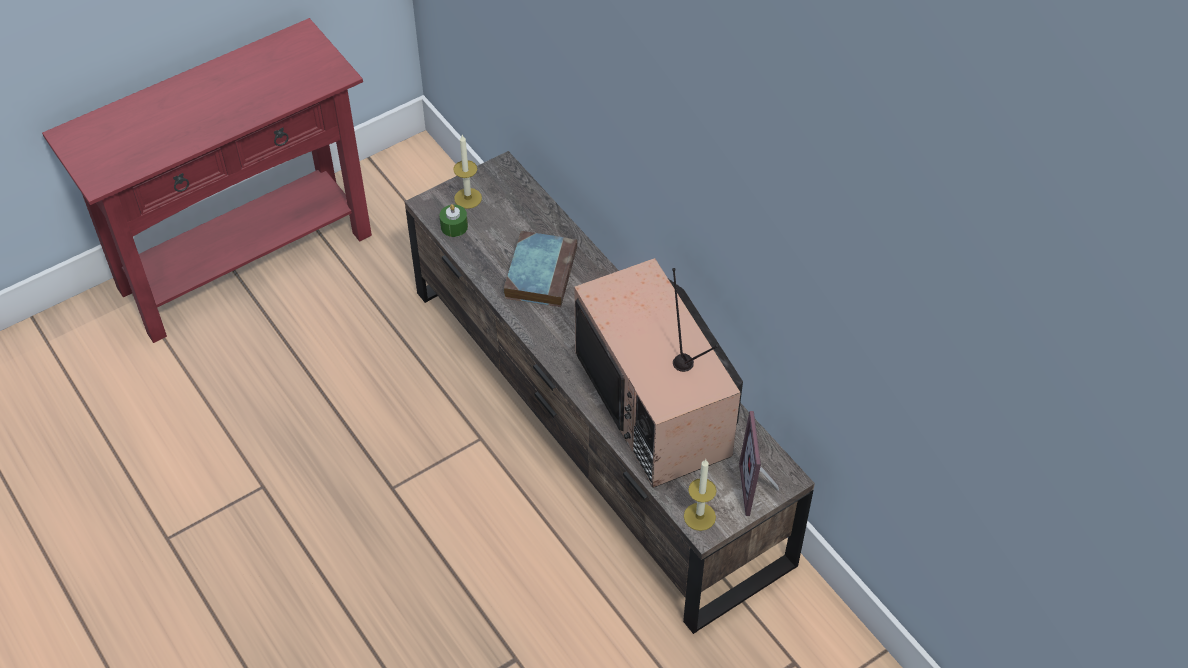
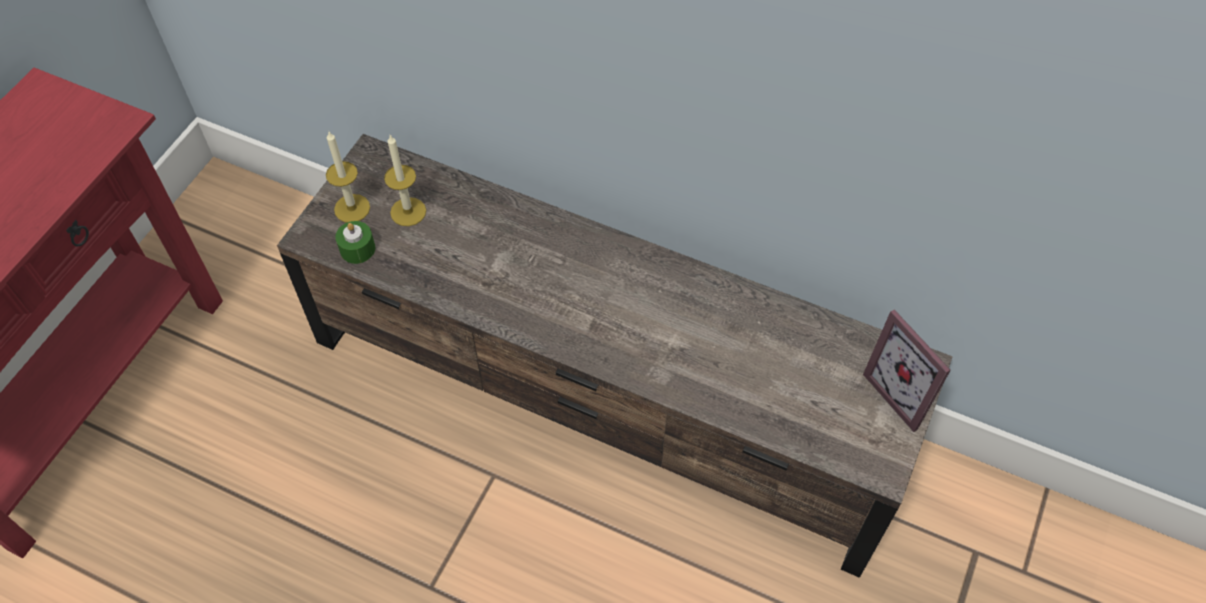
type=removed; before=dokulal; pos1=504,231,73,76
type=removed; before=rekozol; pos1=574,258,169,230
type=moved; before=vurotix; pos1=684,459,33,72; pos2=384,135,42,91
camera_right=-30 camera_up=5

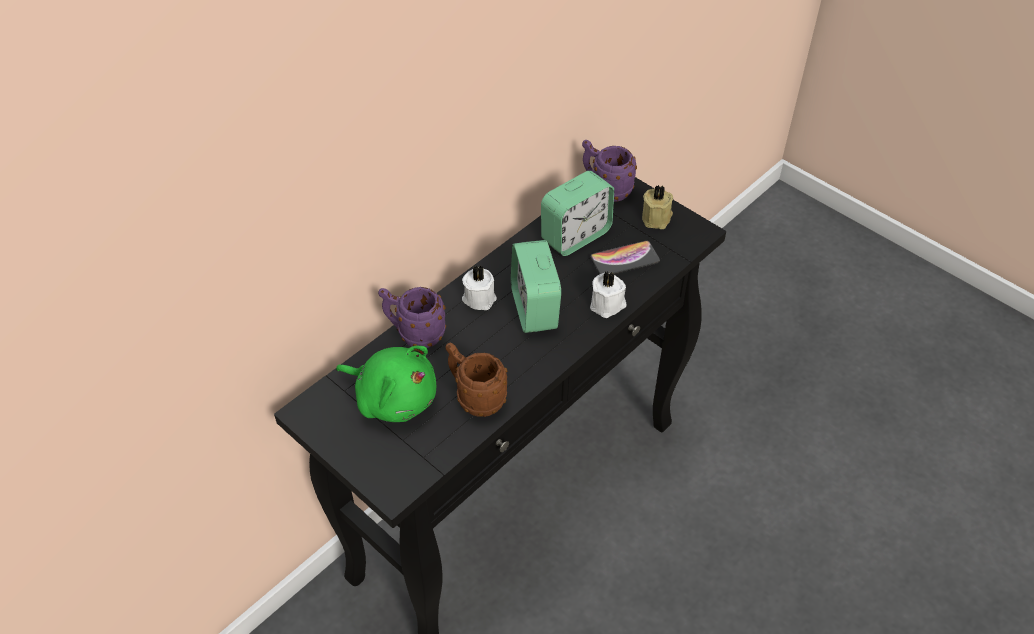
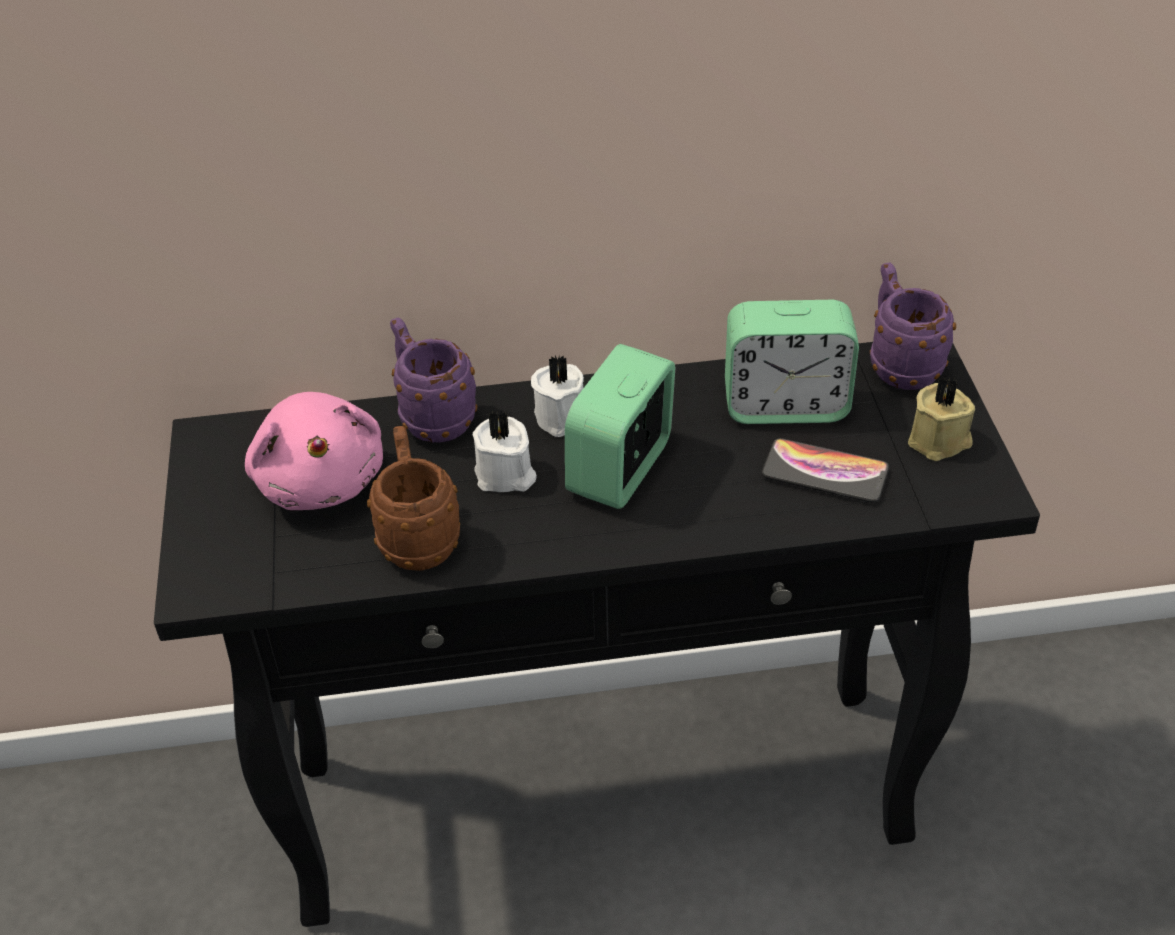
type=recoloured; before=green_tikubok; after=pink_tikubok; pos1=336,346,100,76; pos2=245,392,138,118
type=moved; before=white_vurotix; pos1=590,271,36,47; pos2=473,410,64,82
camera_right=40 camera_up=-5

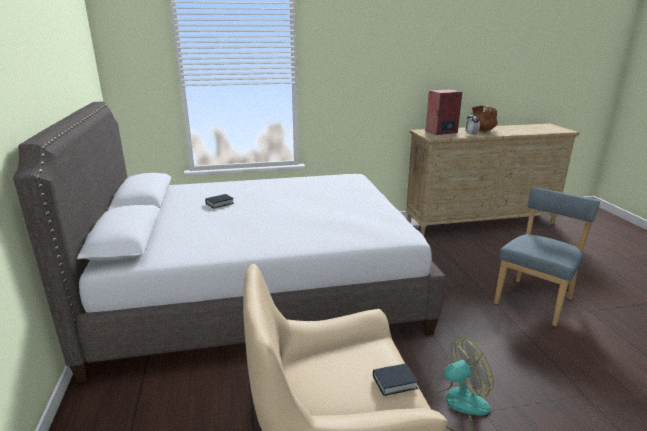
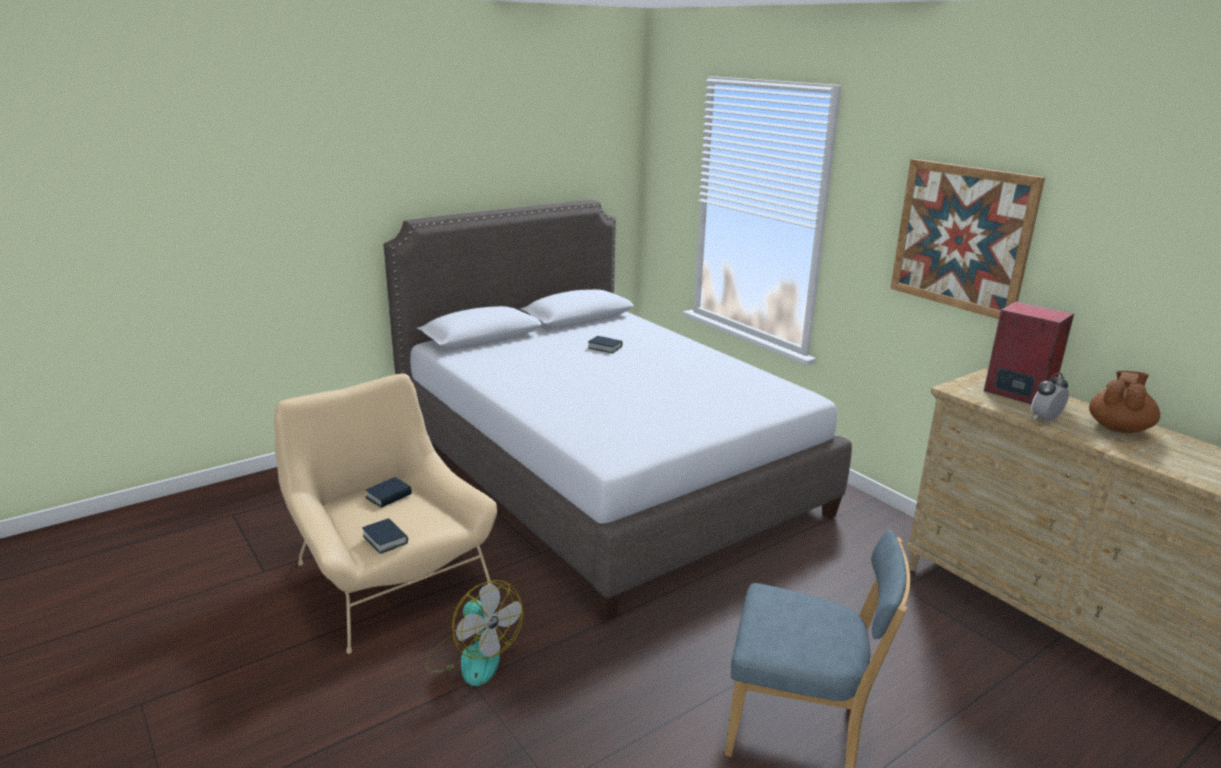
type=added; after=dokulal; pos2=365,477,47,31
type=added; after=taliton; pos2=890,159,155,160
camera_right=65 camera_up=0

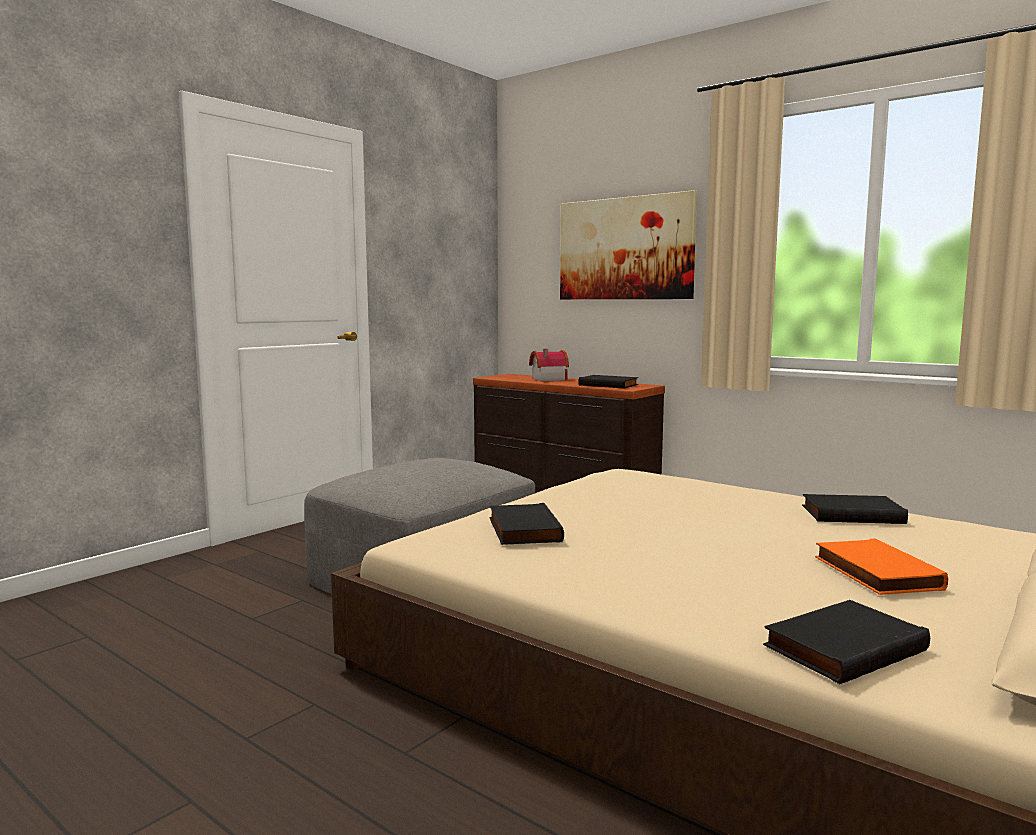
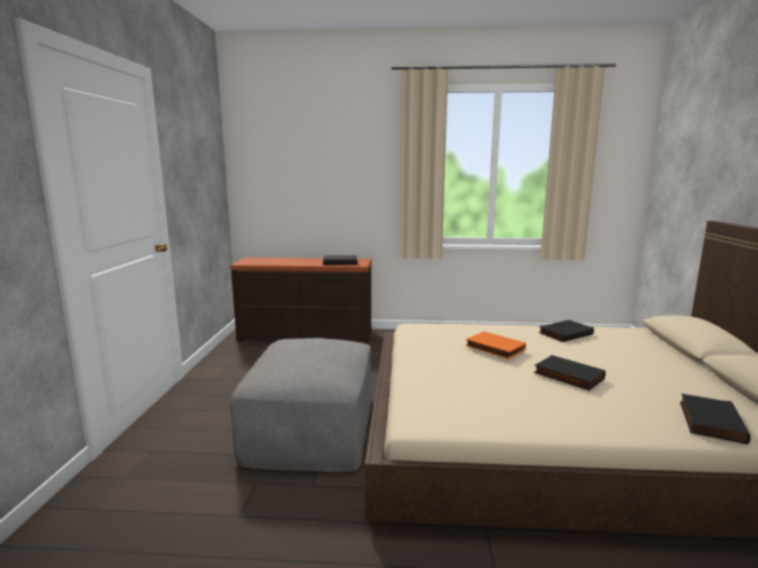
type=moved; before=black_dokulal; pos1=489,503,75,42; pos2=534,355,72,36
type=removed; before=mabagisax; pos1=529,349,40,33
type=removed; before=taliton; pos1=560,190,137,109
type=moved; before=orange_dokulal; pos1=815,538,133,57; pos2=465,331,61,28
camera_right=-35 camera_up=5

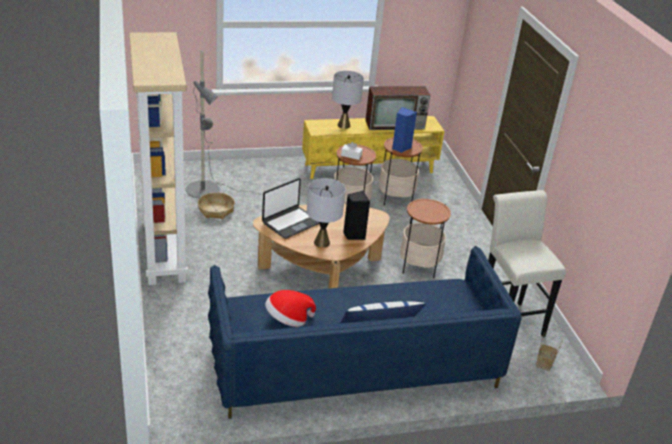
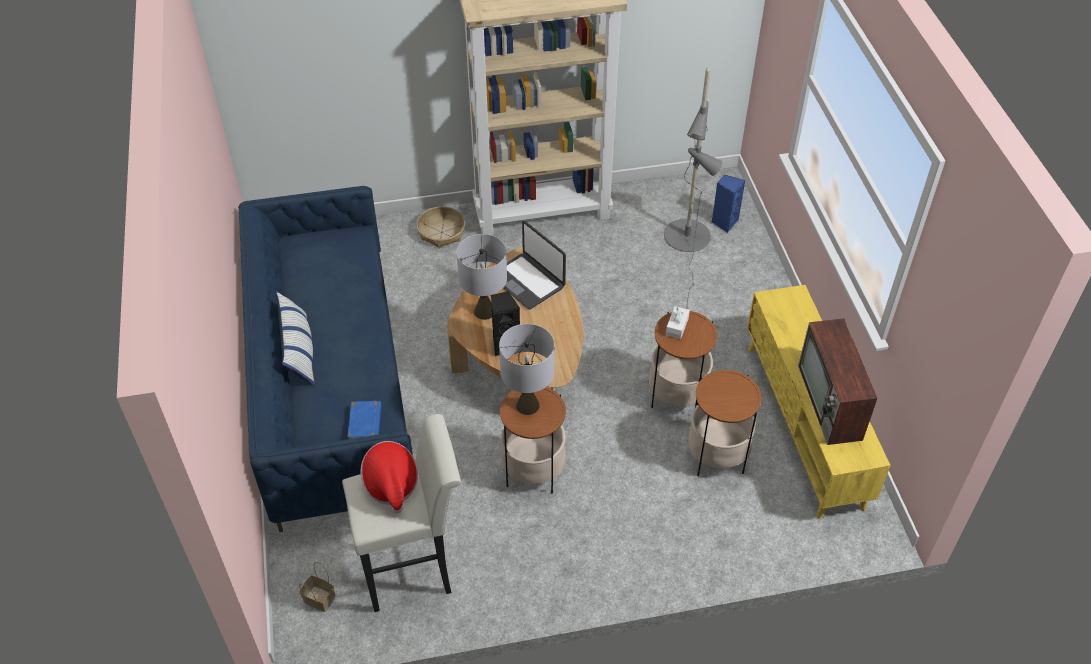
type=moved; before=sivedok; pos1=198,192,37,27; pos2=417,206,48,42
type=moved; before=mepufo; pos1=265,290,51,37; pos2=361,441,57,73
type=moved; before=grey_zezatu; pos1=332,71,32,58; pos2=499,324,55,91
type=moved; before=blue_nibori; pos1=392,107,25,46; pos2=712,175,33,58
type=added; after=blue_dokulal; pos2=347,400,34,39
camera_right=95 camera_up=15

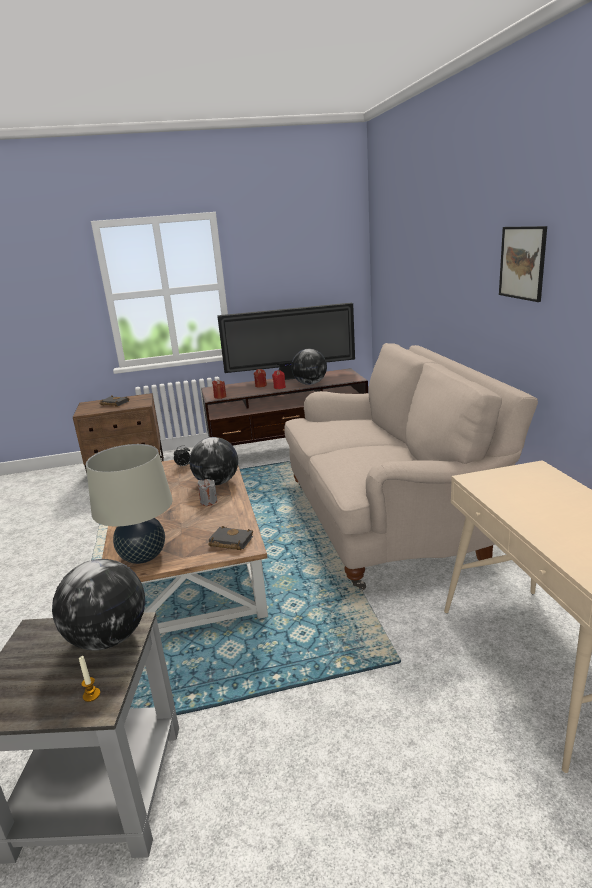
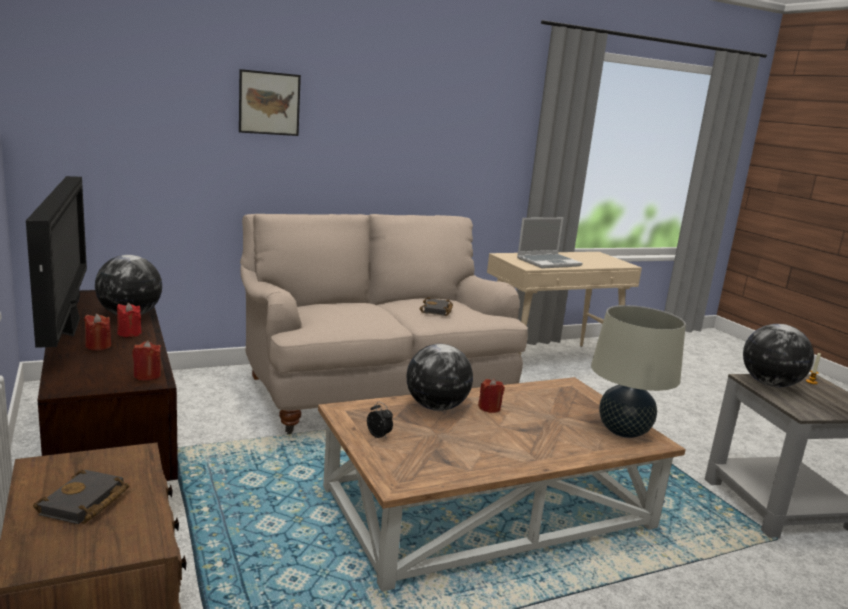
type=recoloured; before=grey_vurotix; after=red_vurotix; pos1=198,479,19,27; pos2=478,379,27,34
type=moved; before=black_dokulal; pos1=208,526,45,24; pos2=419,297,34,19
type=moved; before=taliton; pos1=499,226,48,76; pos2=239,69,62,67
type=added; after=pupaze; pos2=517,217,66,52
camera_right=-105 camera_up=-5

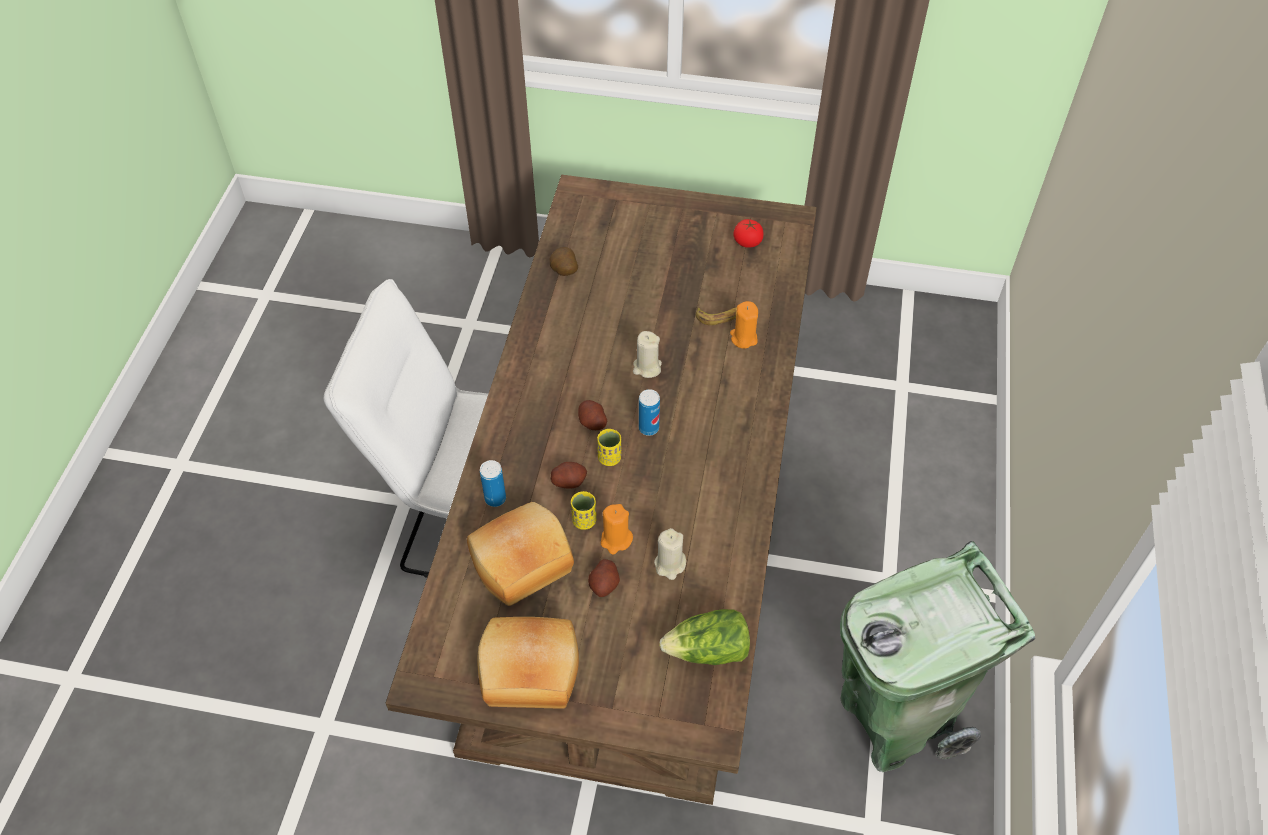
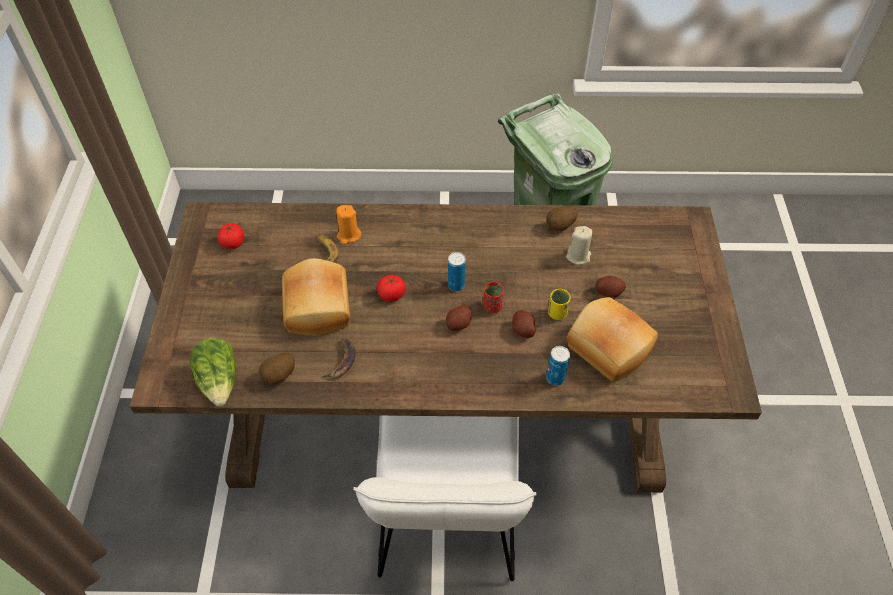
type=moved; before=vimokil; pos1=477,617,102,92; pos2=282,258,68,78
type=recoloured; before=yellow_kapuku; after=red_kapuku; pos1=597,429,24,37; pos2=483,282,21,31
type=removed; before=orange_vurotix; pos1=601,504,32,50
type=replaced; before=beige_vurotix; after=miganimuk; pos1=633,331,29,47; pos2=377,275,29,27
type=moved; before=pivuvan; pos1=659,609,91,56; pos2=189,338,47,68
type=added; after=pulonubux; pos2=321,338,35,40
type=added; after=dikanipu; pos2=546,205,32,26
camera_right=-100 camera_up=0

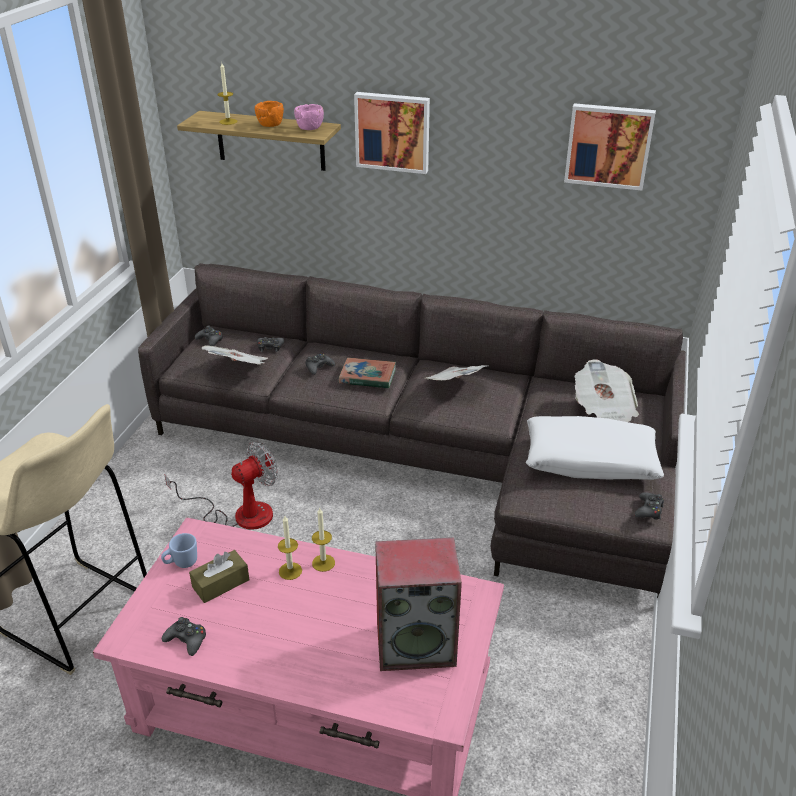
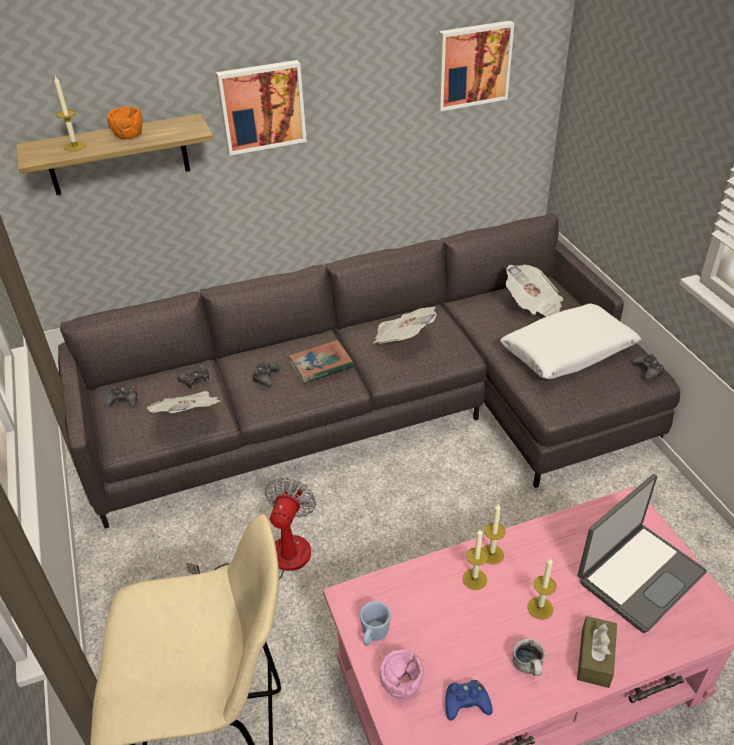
type=recoloured; before=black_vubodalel; after=blue_vubodalel; pos1=162,617,44,39; pos2=445,680,48,41
type=moved; before=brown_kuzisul; pos1=189,550,61,53; pos2=577,616,40,72
type=moved; before=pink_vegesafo; pos1=294,104,30,26; pos2=379,649,45,50
type=replaced; before=nibori; after=pupaze; pos1=375,538,87,133; pos2=578,474,129,159
type=added; after=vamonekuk; pos2=513,639,32,37
type=added; after=vurotix; pos2=527,558,29,62
camera_right=-35 camera_up=5

